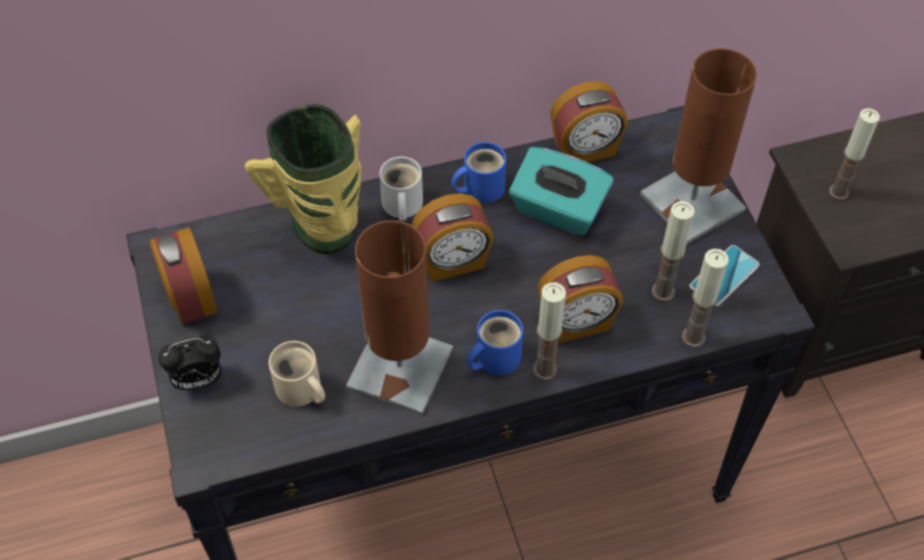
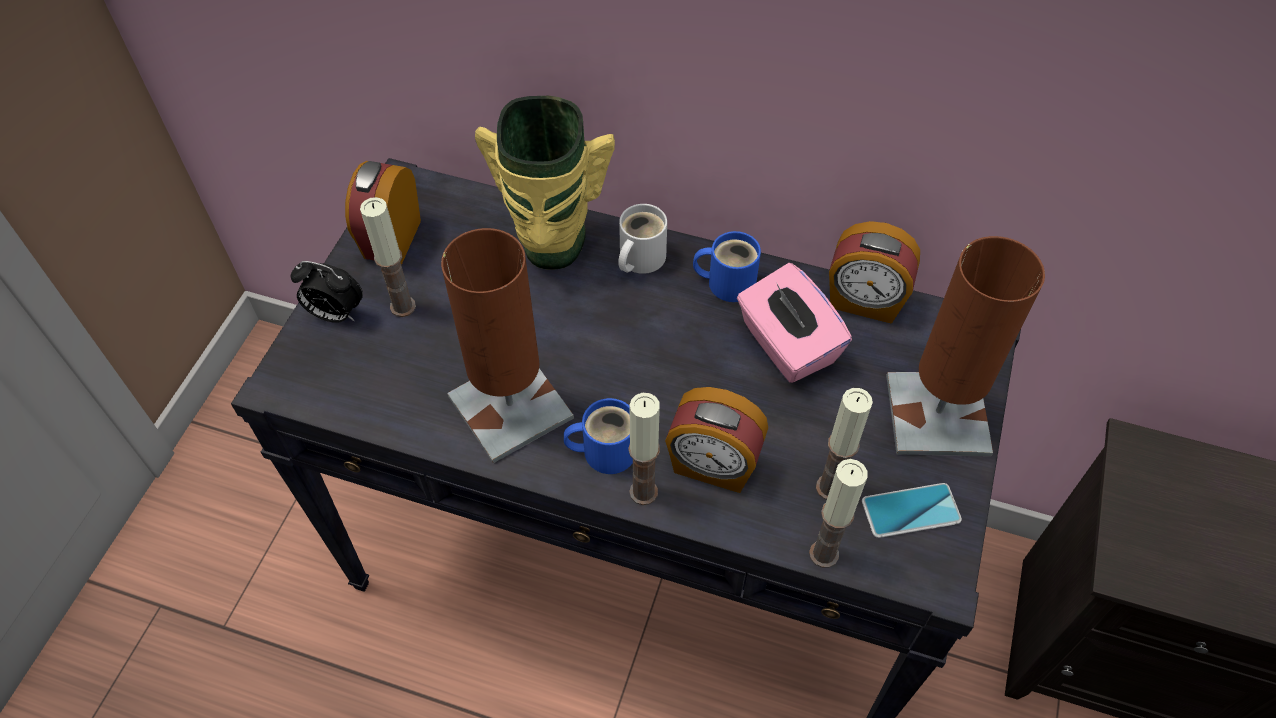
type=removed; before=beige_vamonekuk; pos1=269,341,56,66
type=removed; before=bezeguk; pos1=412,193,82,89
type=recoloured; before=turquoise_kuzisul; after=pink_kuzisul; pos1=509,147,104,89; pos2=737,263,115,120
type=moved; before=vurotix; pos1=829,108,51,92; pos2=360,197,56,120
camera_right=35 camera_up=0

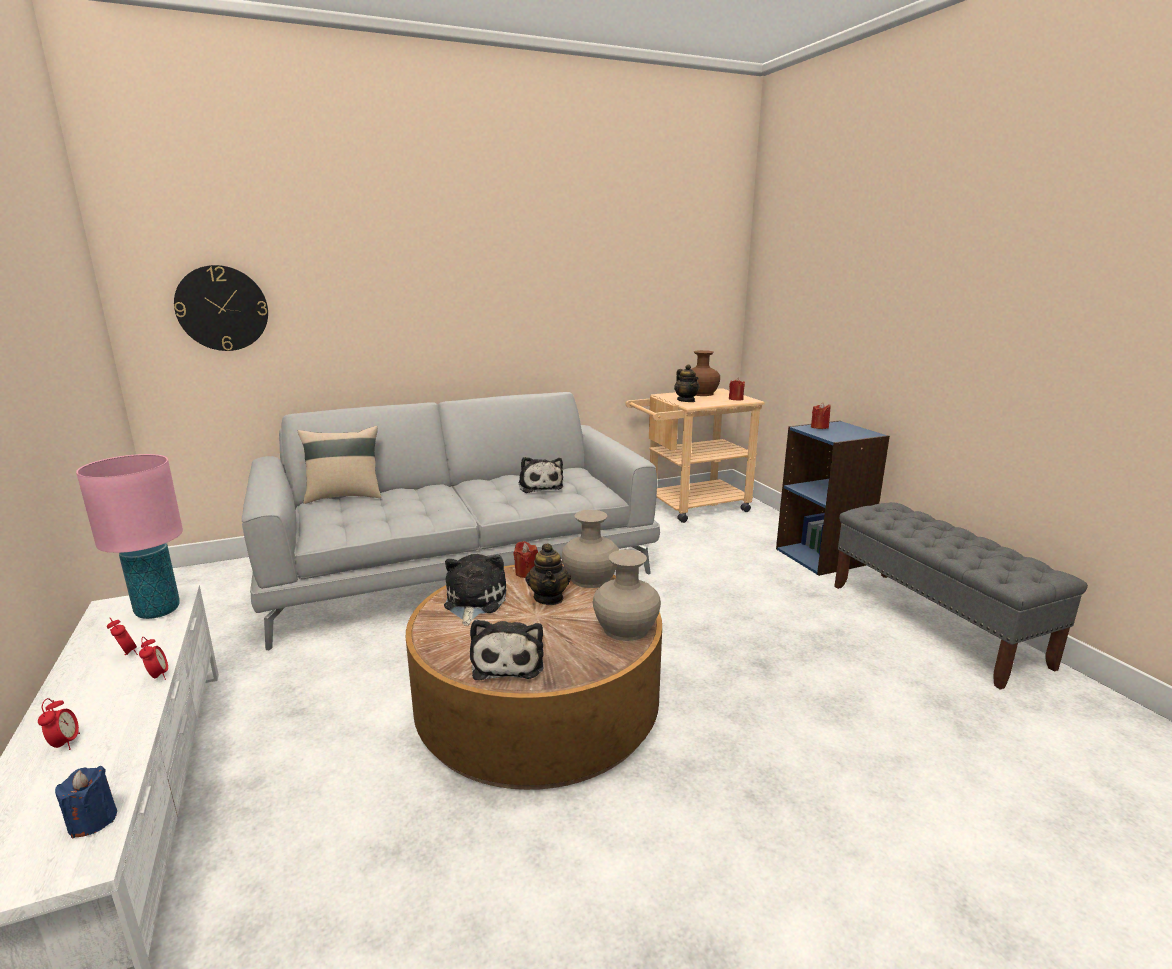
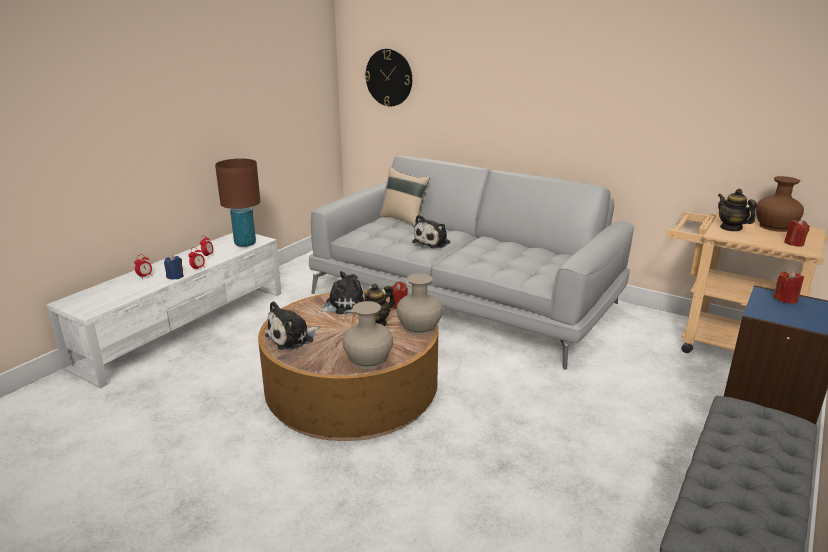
type=moved; before=blue_vurotix; pos1=55,766,62,72; pos2=164,255,20,25
type=recoloured; before=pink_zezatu; after=brown_zezatu; pos1=76,454,107,165; pos2=215,158,45,89
type=moved; before=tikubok; pos1=518,457,45,36; pos2=412,215,39,33
type=turned; before=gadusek; pos1=674,364,26,38; pos2=718,189,39,42; turn=120
camera_right=55 camera_up=5

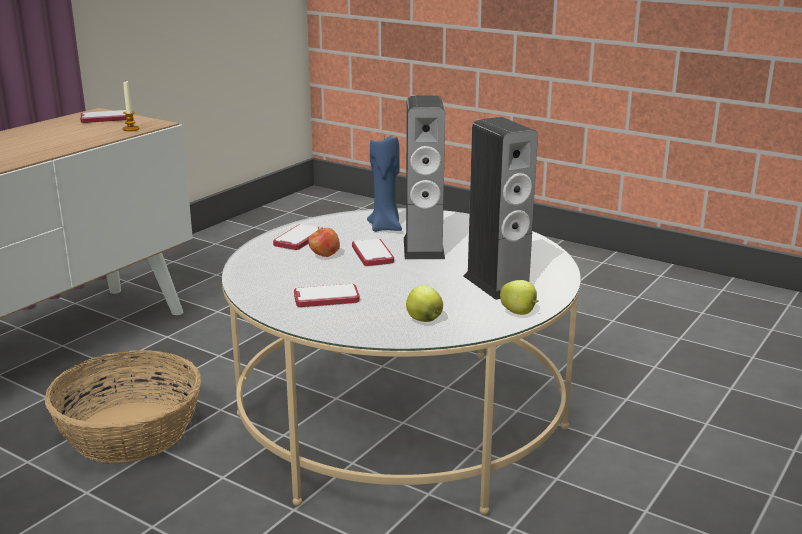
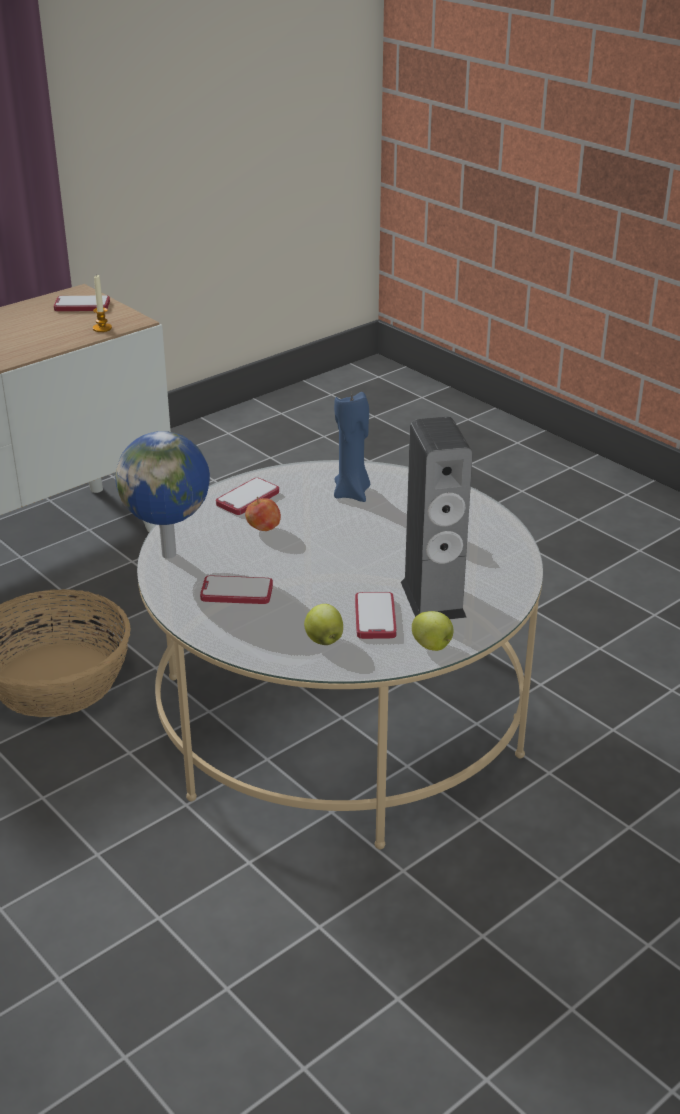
type=moved; before=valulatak; pos1=352,239,42,27; pos2=355,592,42,47
type=removed; before=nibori; pos1=404,95,41,164
type=added; after=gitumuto; pos2=115,431,95,128
camera_right=15 camera_up=10

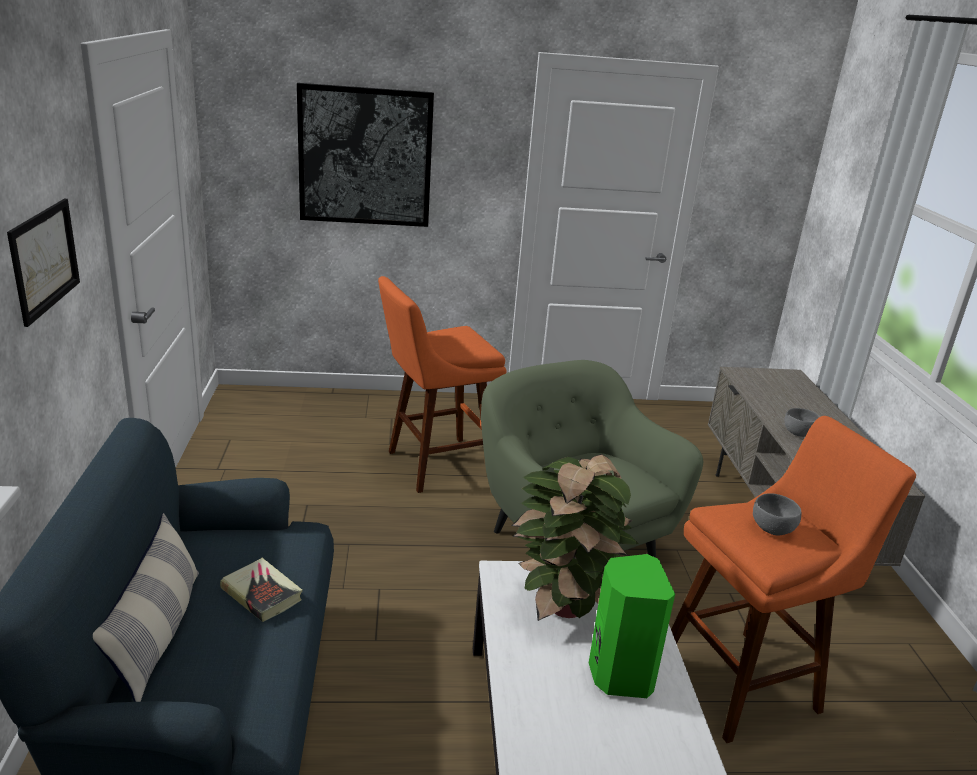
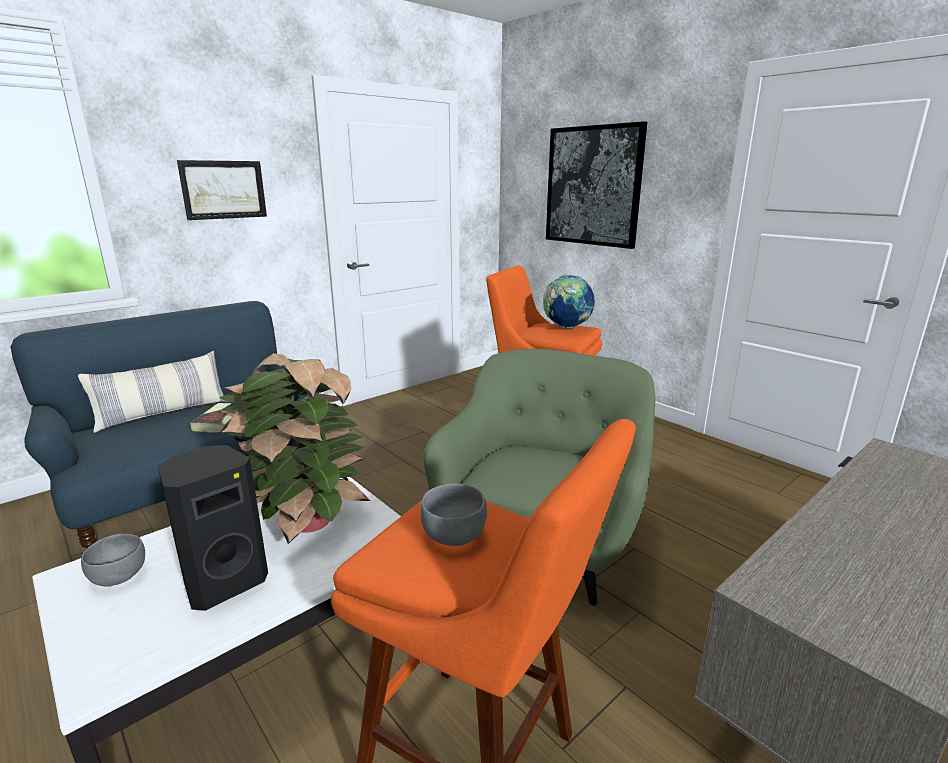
type=recoloured; before=green_nibori; after=black_nibori; pos1=589,554,86,144; pos2=158,445,110,166
type=moved; before=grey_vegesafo; pos1=784,408,36,29; pos2=81,534,64,53
type=added; after=gitumuto; pos2=543,274,52,55
camera_right=55 camera_up=-5

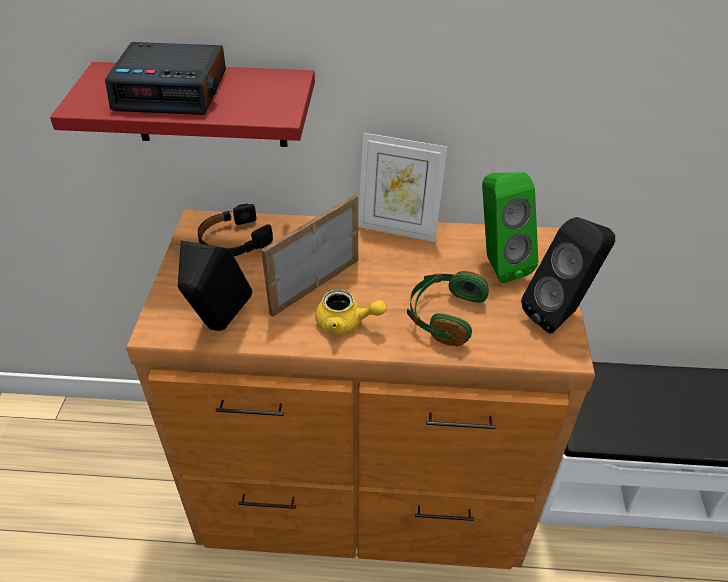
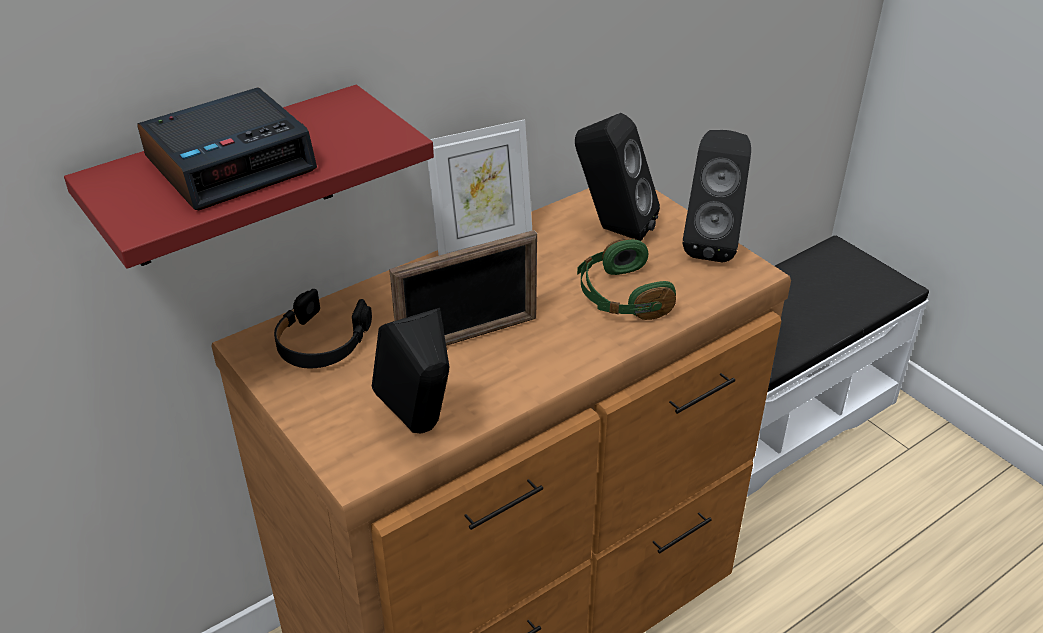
type=turned; before=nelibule; pos1=261,195,97,122; pos2=389,230,148,116; turn=-120
type=removed; before=yellow_gadusek; pos1=315,289,72,46
type=recoloured; before=green_nibori; after=black_nibori; pos1=482,172,56,111; pos2=575,113,85,128
camera_right=-40 camera_up=-5

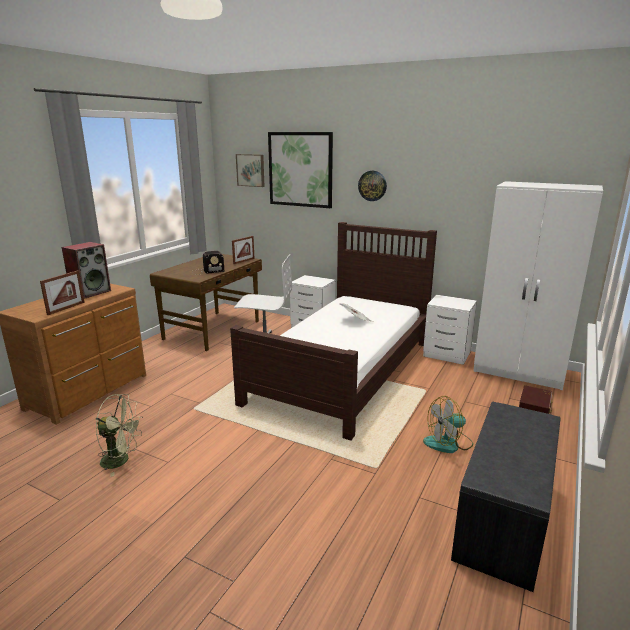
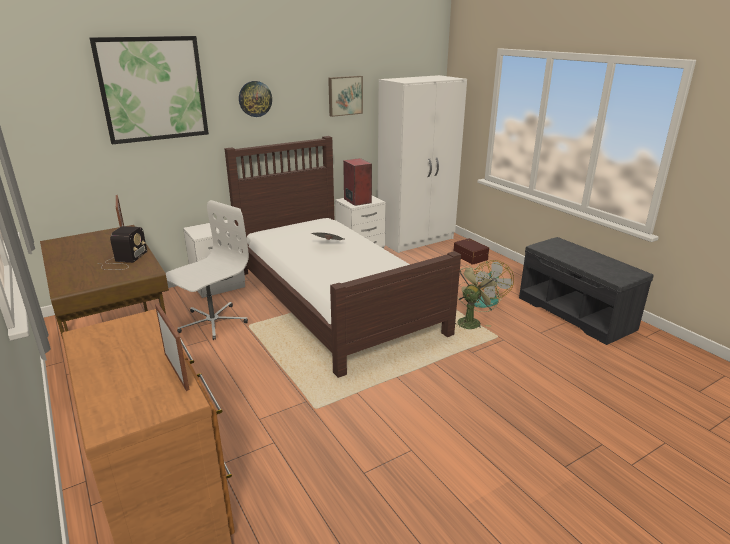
type=moved; before=nibori; pos1=62,242,49,57; pos2=343,158,29,48
type=moved; before=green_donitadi; pos1=96,394,47,83; pos2=456,264,46,65
type=moved; before=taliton; pos1=236,154,28,33; pos2=328,76,35,41
camera_right=-60 camera_up=5

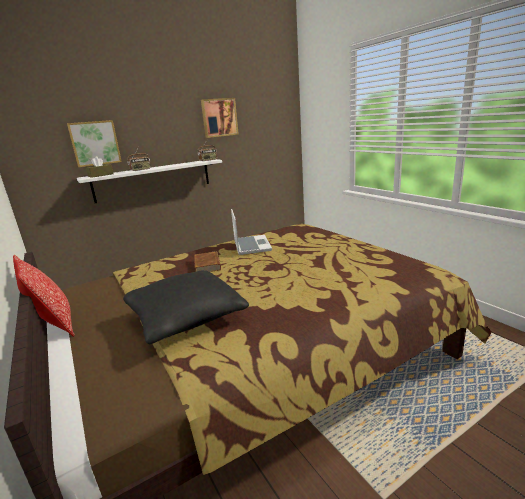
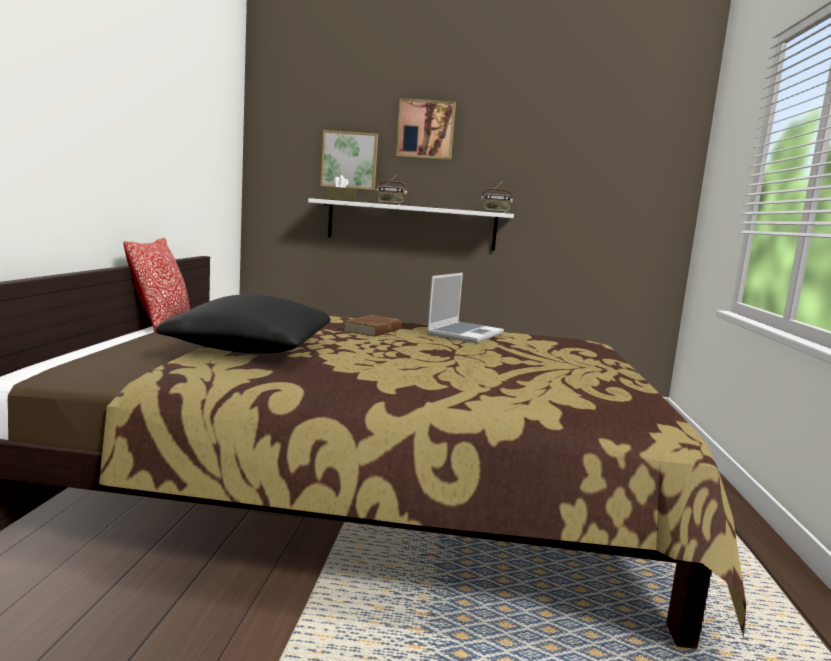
type=moved; before=taliton; pos1=201,98,38,40; pos2=396,98,60,62
camera_right=35 camera_up=-10

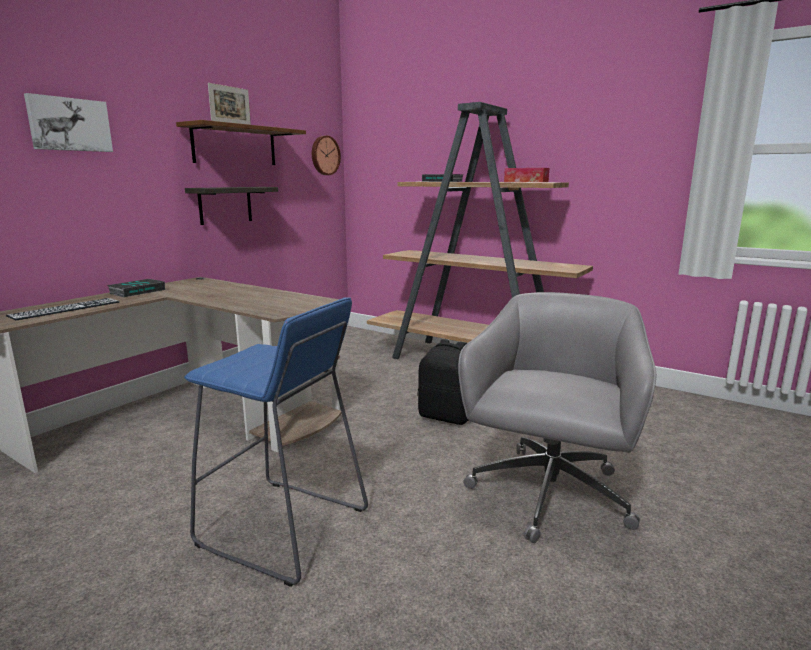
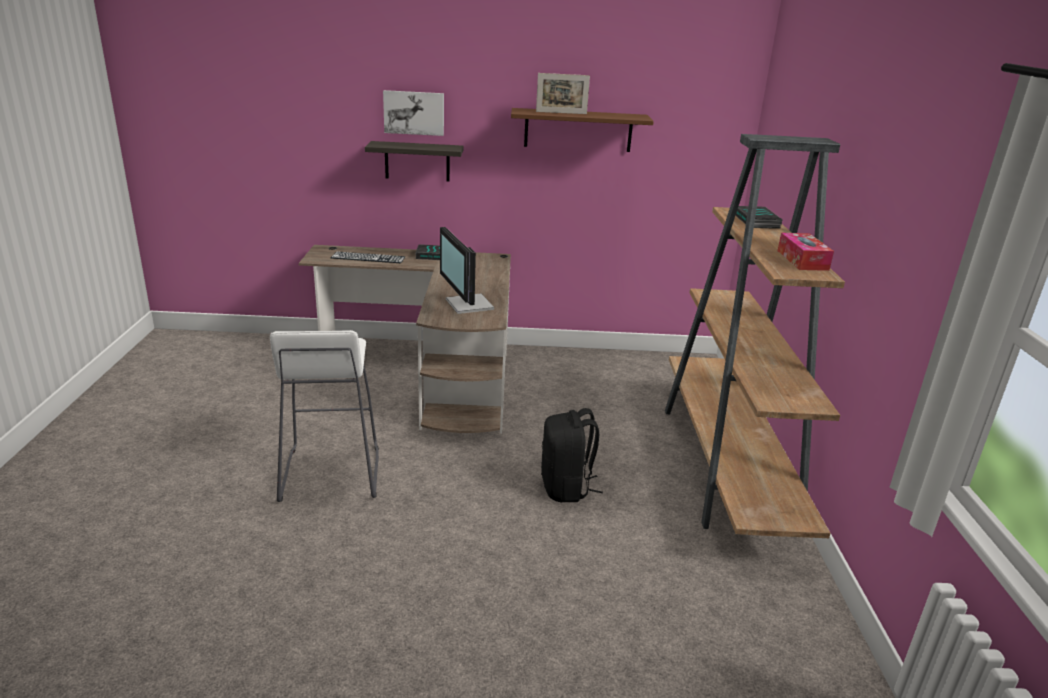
type=recoloured; before=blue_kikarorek; after=white_kikarorek; pos1=184,297,184,290; pos2=270,330,109,172
type=moved; before=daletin; pos1=185,187,93,38; pos2=365,141,98,41
type=removed; before=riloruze; pos1=312,135,29,40
type=removed; before=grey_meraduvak; pos1=458,292,198,251
type=added; after=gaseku; pos2=440,227,54,87
camera_right=55 camera_up=10

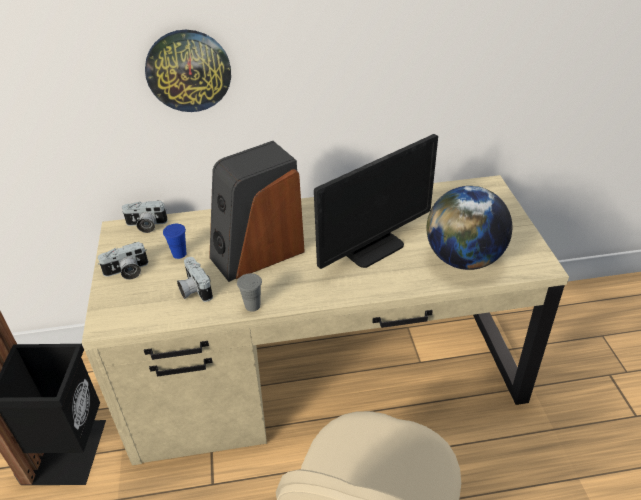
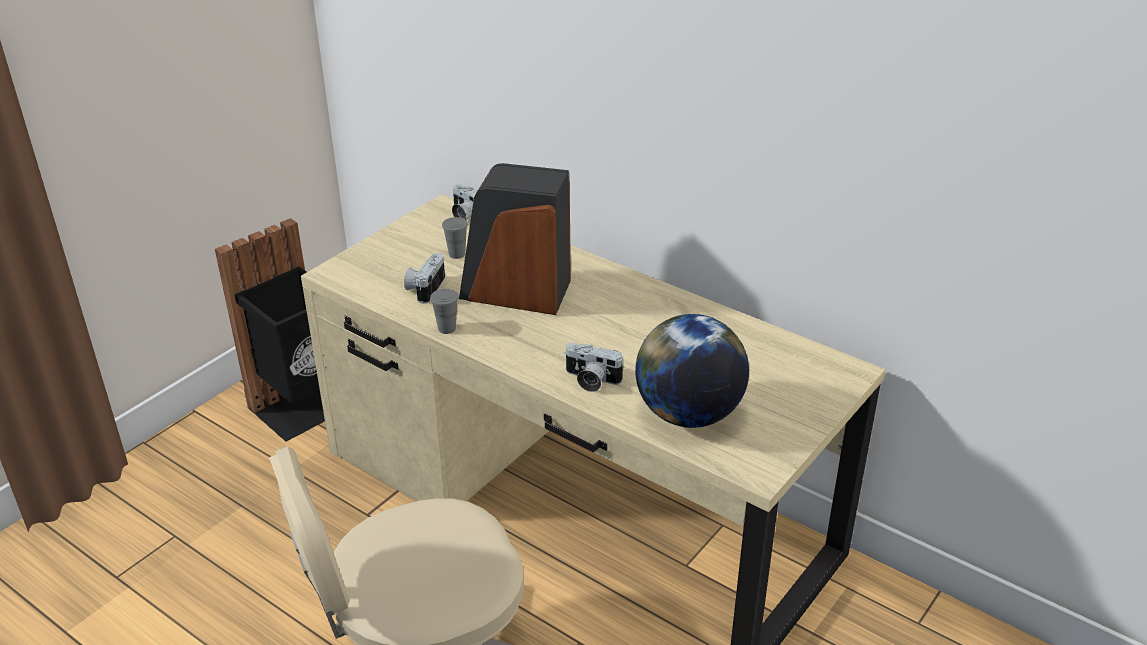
type=moved; before=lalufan; pos1=98,242,50,38; pos2=564,343,60,49
type=removed; before=riloruze; pos1=145,30,86,82
type=recoloured; before=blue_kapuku; after=grey_kapuku; pos1=163,224,23,35; pos2=442,217,26,42
type=removed; before=gaseku; pos1=314,134,124,135
camera_right=45 camera_up=-5

